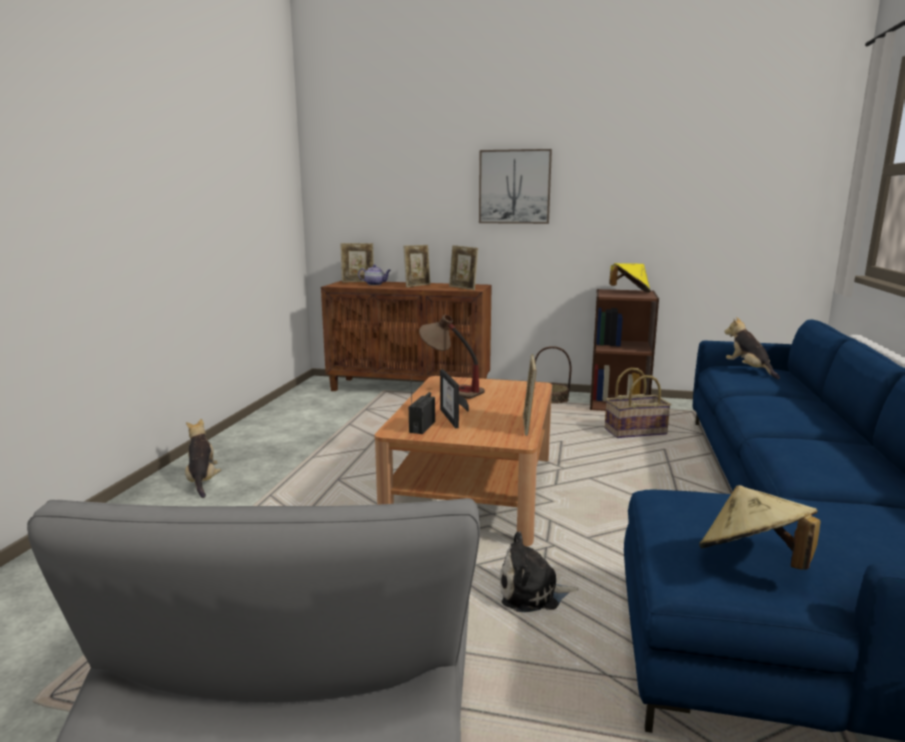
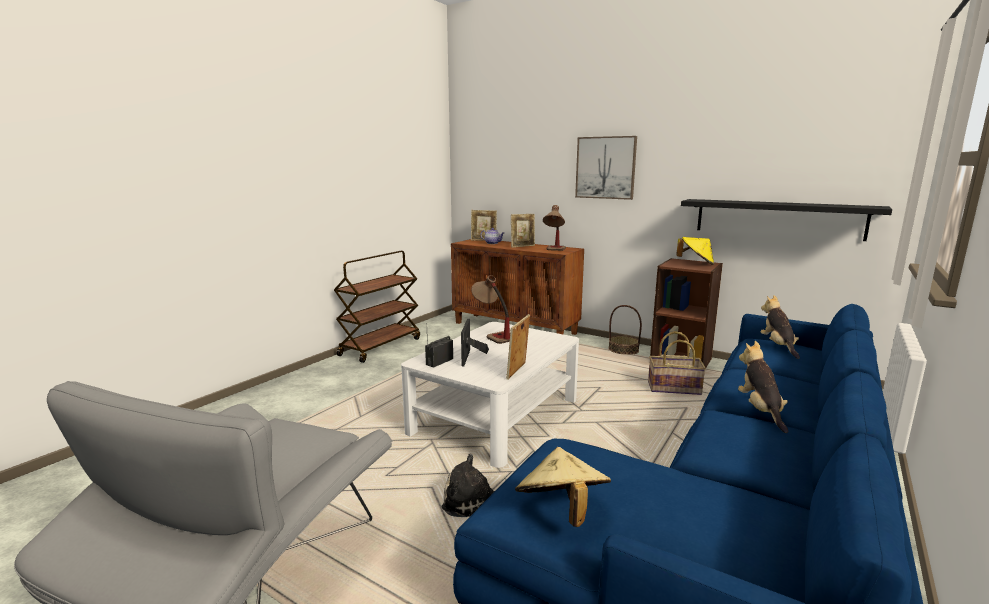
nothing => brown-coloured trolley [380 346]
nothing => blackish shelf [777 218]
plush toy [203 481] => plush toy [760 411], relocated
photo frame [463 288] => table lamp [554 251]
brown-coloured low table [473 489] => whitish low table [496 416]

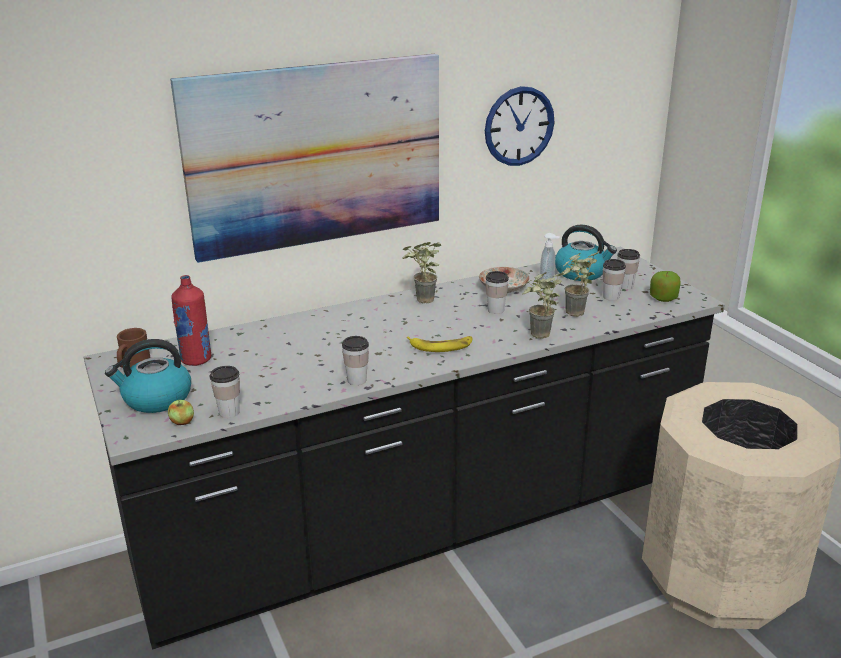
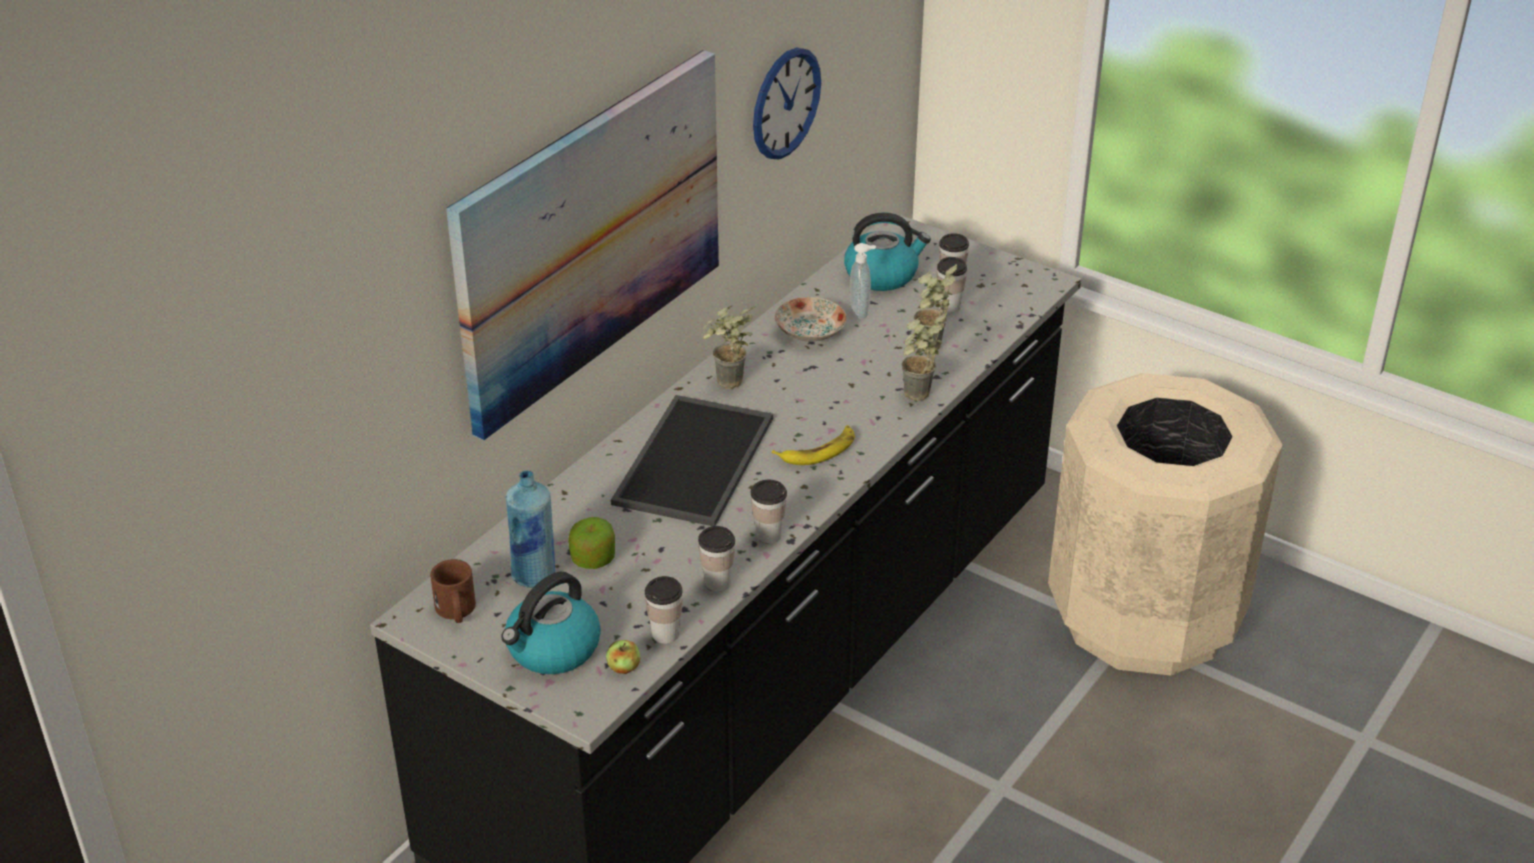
nothing => tray [696 462]
drinking cup [496 310] => drinking cup [717 582], relocated
apple [663 298] => apple [593 559], relocated
red-coloured bottle [196 359] => bluish bottle [534 575]

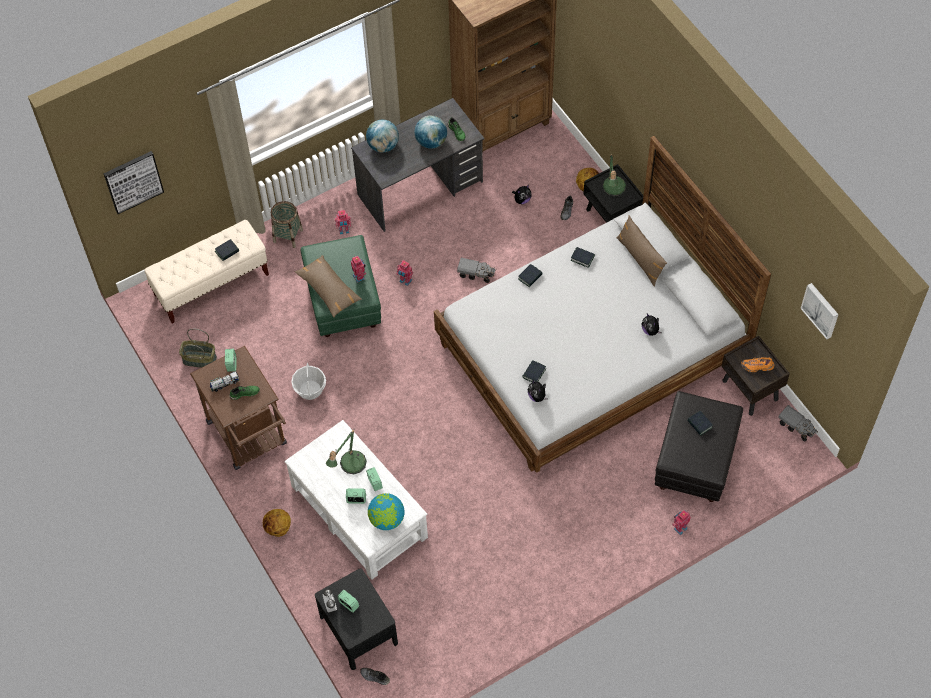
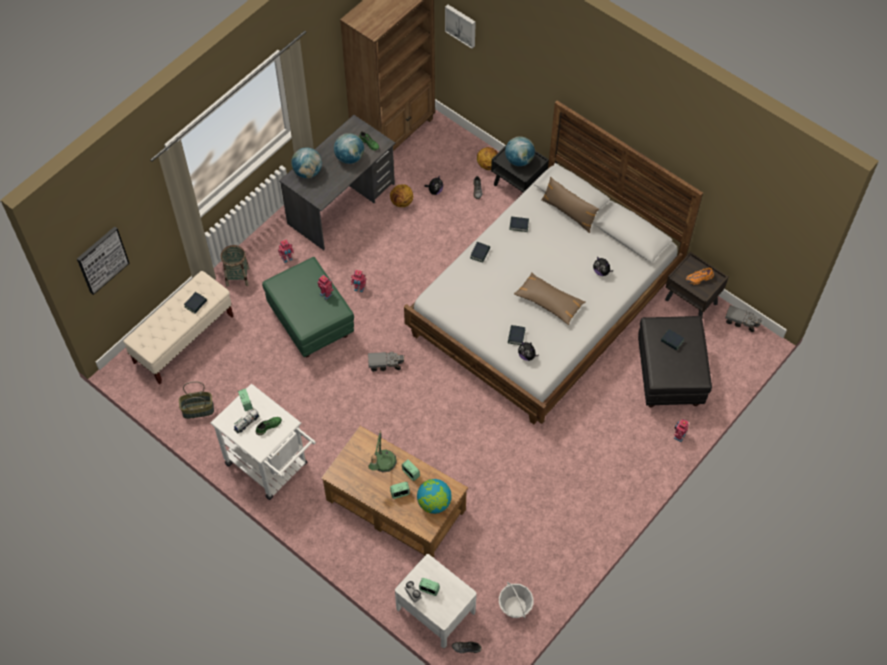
basketball [278 528] => basketball [402 202], relocated
storage basket [310 390] => storage basket [515 606], relocated
brown-coloured throw pillow [328 289] => brown-coloured throw pillow [549 302], relocated
toy truck [476 274] => toy truck [385 364], relocated
picture [821 310] => picture [461 25], relocated
table lamp [613 190] => desk globe [519 160]
brown-coloured trolley [250 438] => whitish trolley [271 467]
whitish low table [359 511] => brown-coloured low table [395 503]
blackish night table [358 630] => whitish night table [435 610]

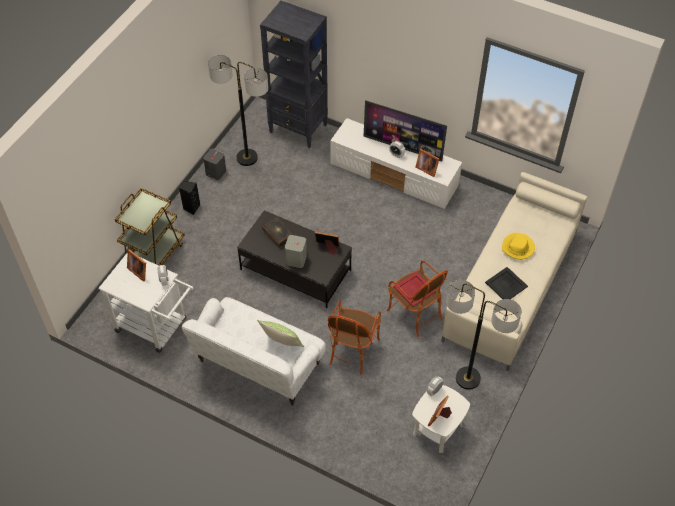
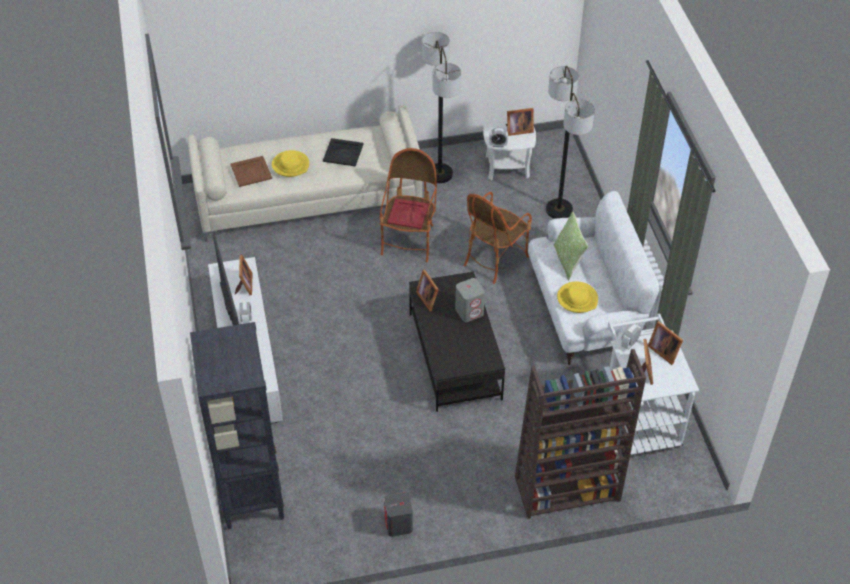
blackish speaker [191 208] => nothing
volume [278 234] => nothing
nothing => brown-coloured tray [251 171]
nothing => yellow-coloured wearable hat [577 299]
nothing => photo frame [663 350]
floor lamp [247 158] => floor lamp [559 210], relocated
brown-coloured trolley [154 255] => brown-coloured bookshelf [566 490]
armchair [352 350] => armchair [495 259], 150 degrees clockwise

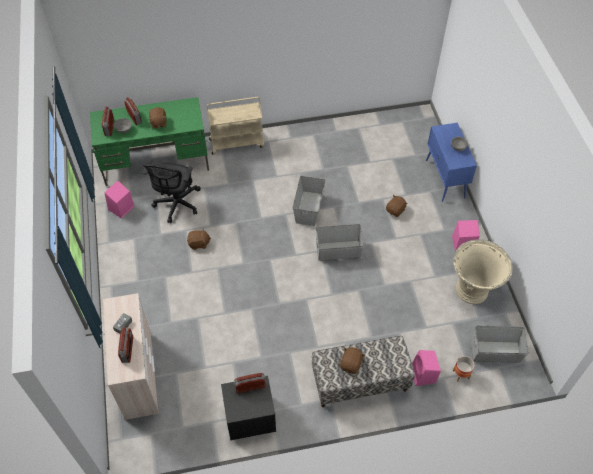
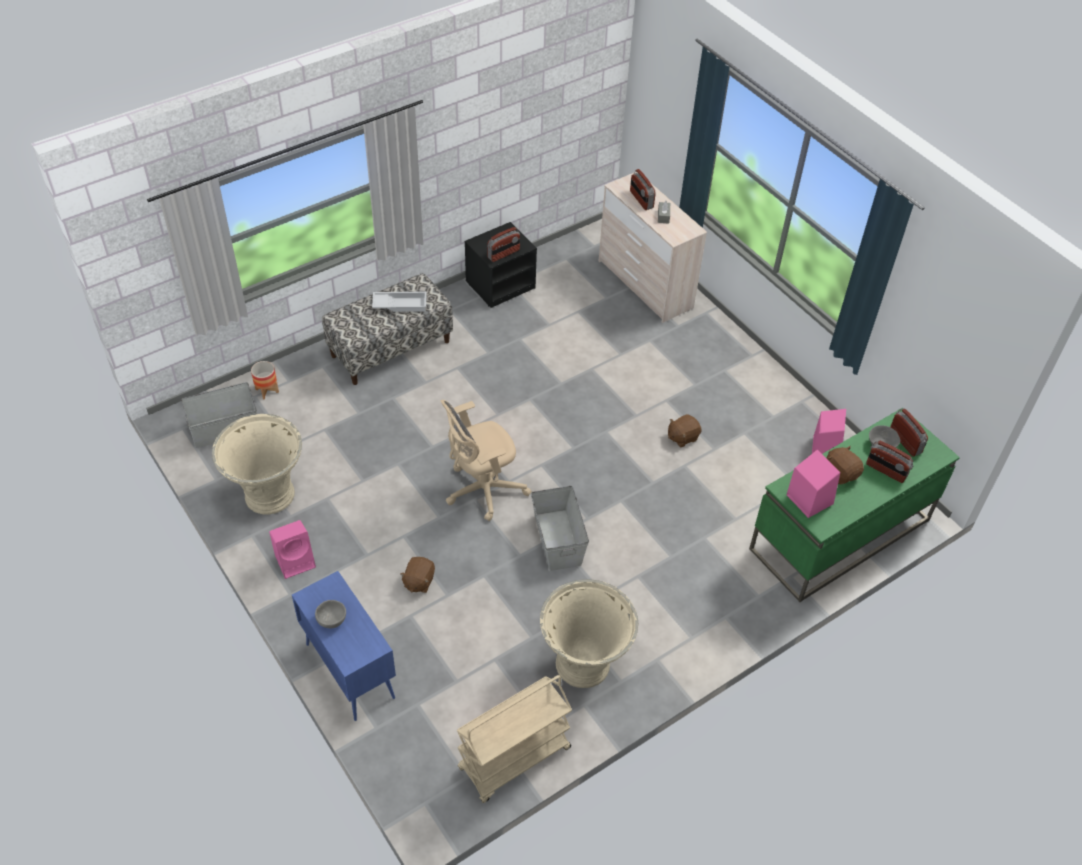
blackish computer chair [176 205] => nothing
nothing => beige flower pot [584 665]
beige trolley [237 142] => beige trolley [514 759], relocated
pink-coloured speaker [423 375] => pink-coloured speaker [808 499], relocated
grey storage container [339 250] => beige computer chair [482 490]
brown-coloured plush toy [351 364] => whitish tray [400 304]

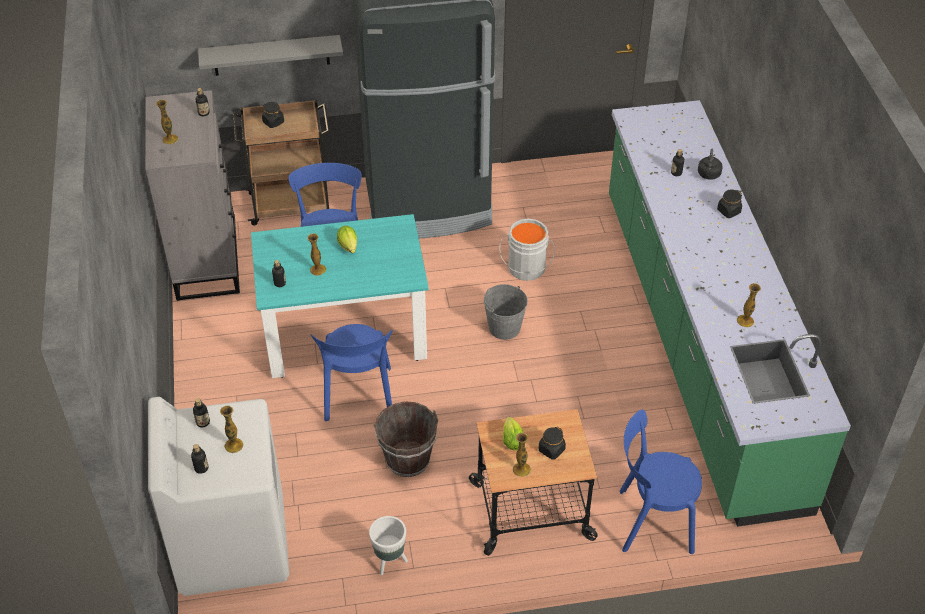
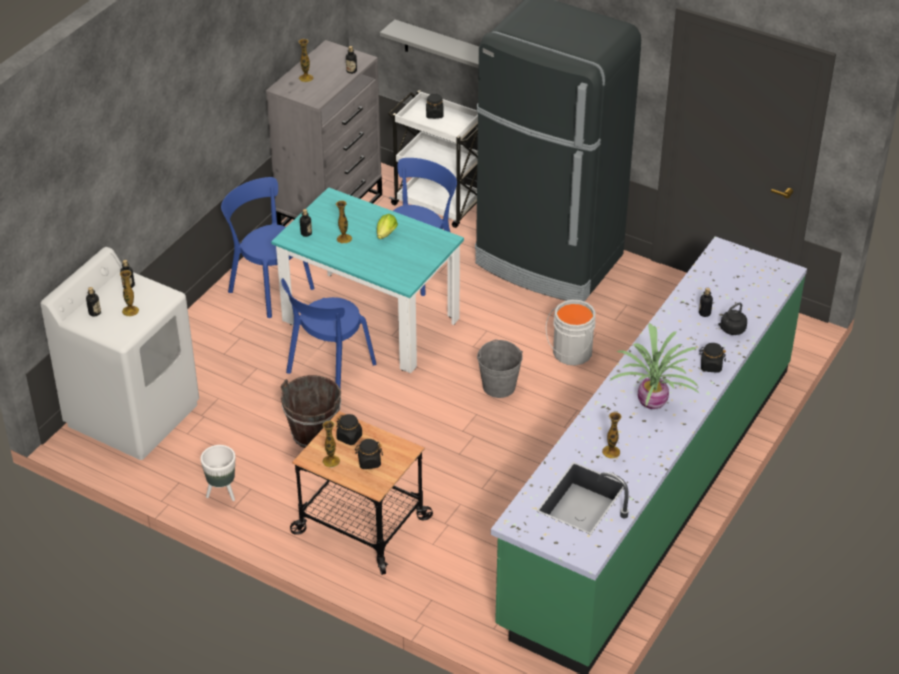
nothing => plant in a pot [653 402]
bluish chair [651 521] => bluish chair [268 288], relocated
lettuce head [512 439] => blackish storage jar [349 437]
brown-coloured trolley [291 205] => whitish trolley [439 204]

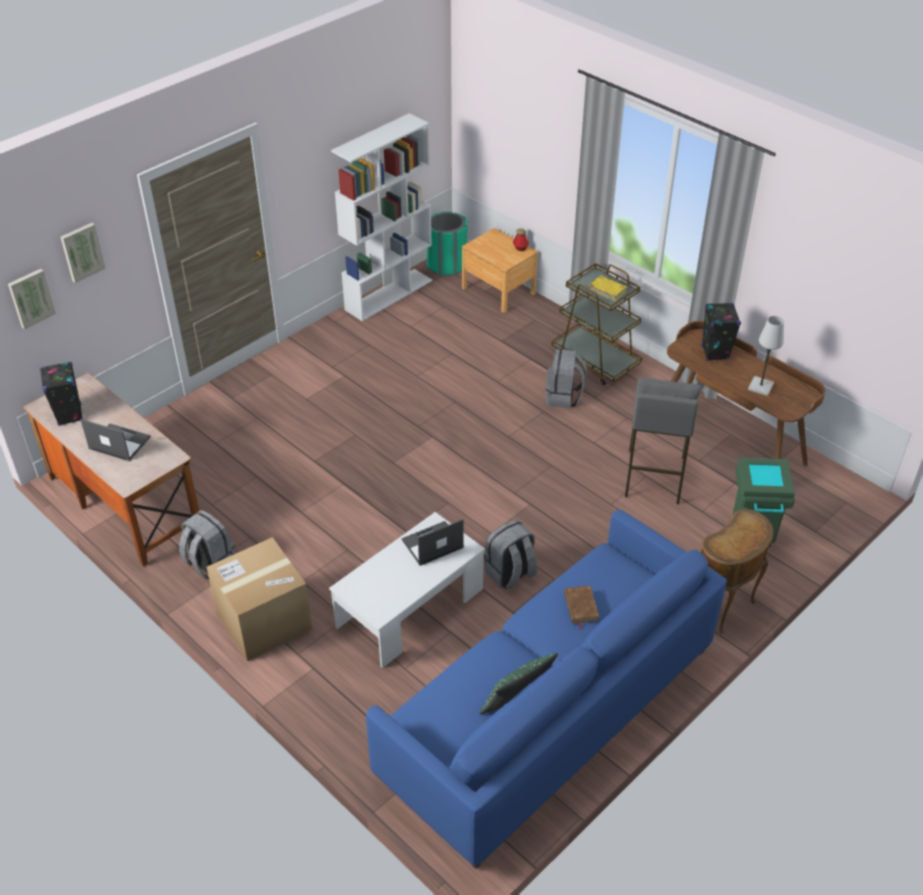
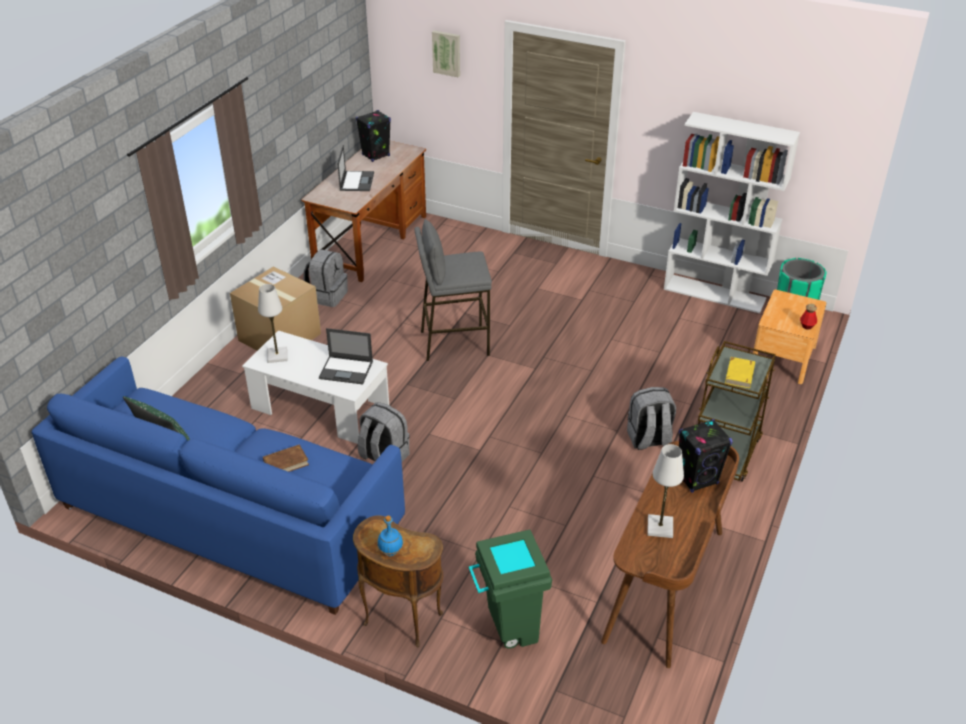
picture [31 298] => nothing
nothing => whitish table lamp [277 355]
nothing => bluish bottle [391 552]
grey stool [653 477] => grey stool [454 342], relocated
portable computer [432 544] => portable computer [347 370], 150 degrees clockwise

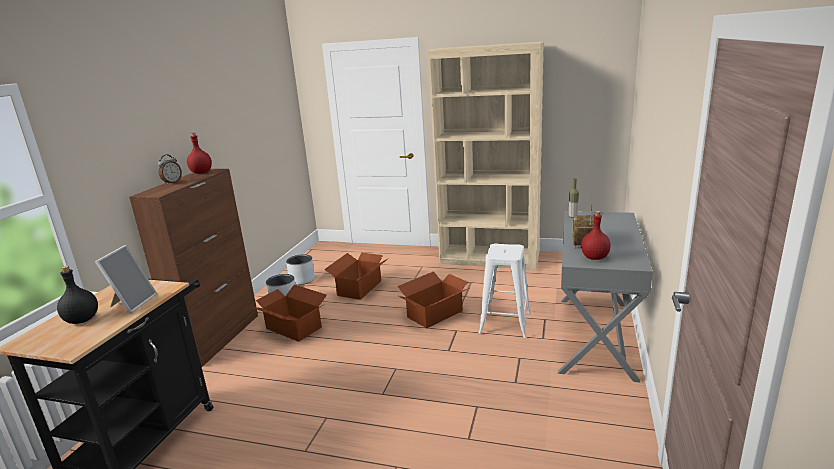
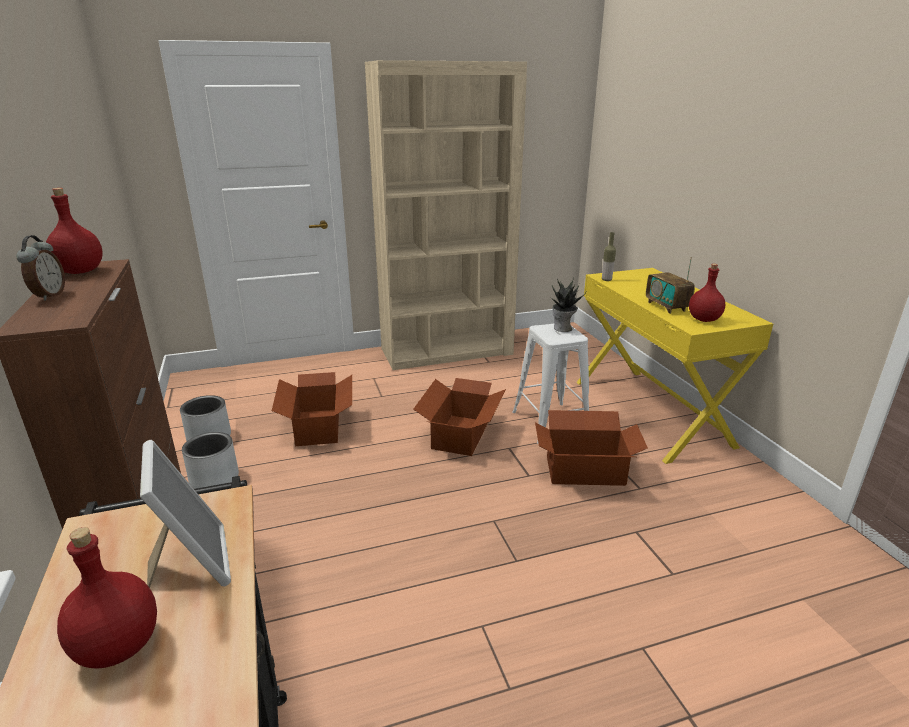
nothing => plant in a pot [563 329]
packing box [294 327] => packing box [584 470], relocated
blackish bottle [83 320] => red-coloured bottle [120 646]
grey desk unit [596 336] => yellow-coloured desk unit [651 412]

